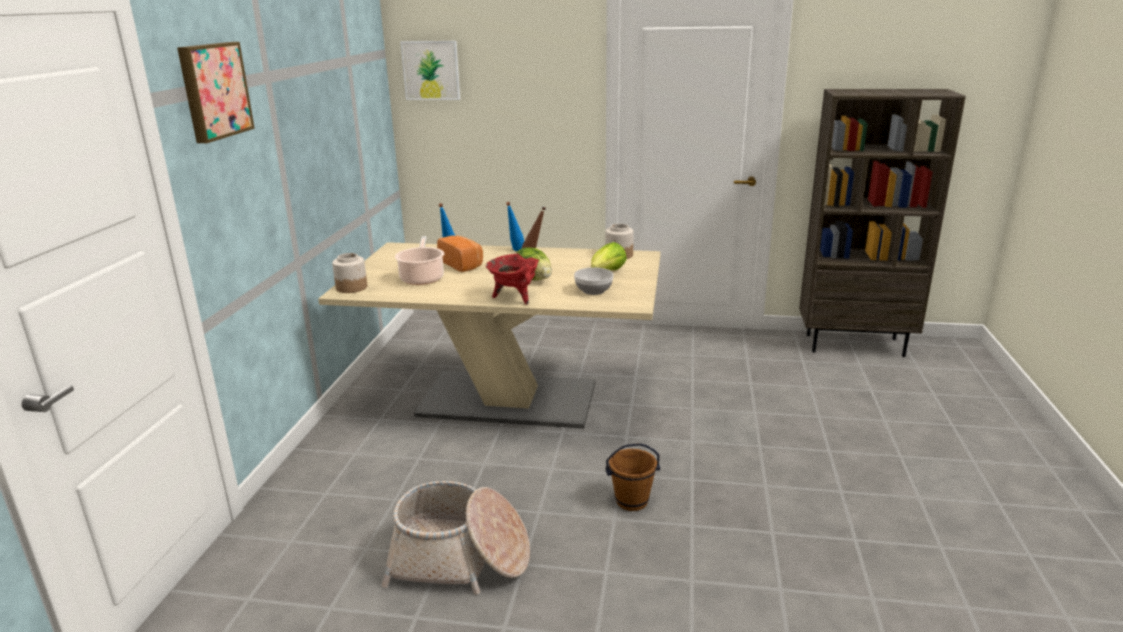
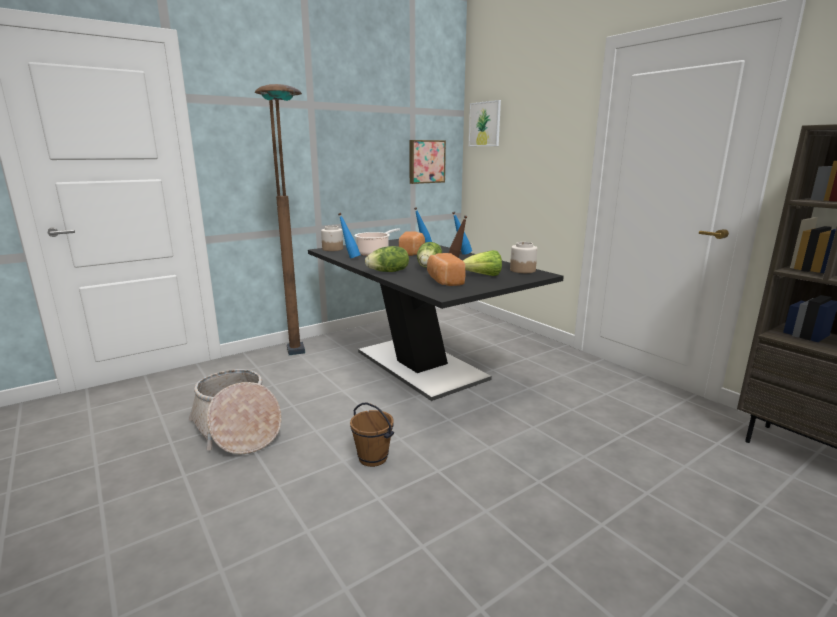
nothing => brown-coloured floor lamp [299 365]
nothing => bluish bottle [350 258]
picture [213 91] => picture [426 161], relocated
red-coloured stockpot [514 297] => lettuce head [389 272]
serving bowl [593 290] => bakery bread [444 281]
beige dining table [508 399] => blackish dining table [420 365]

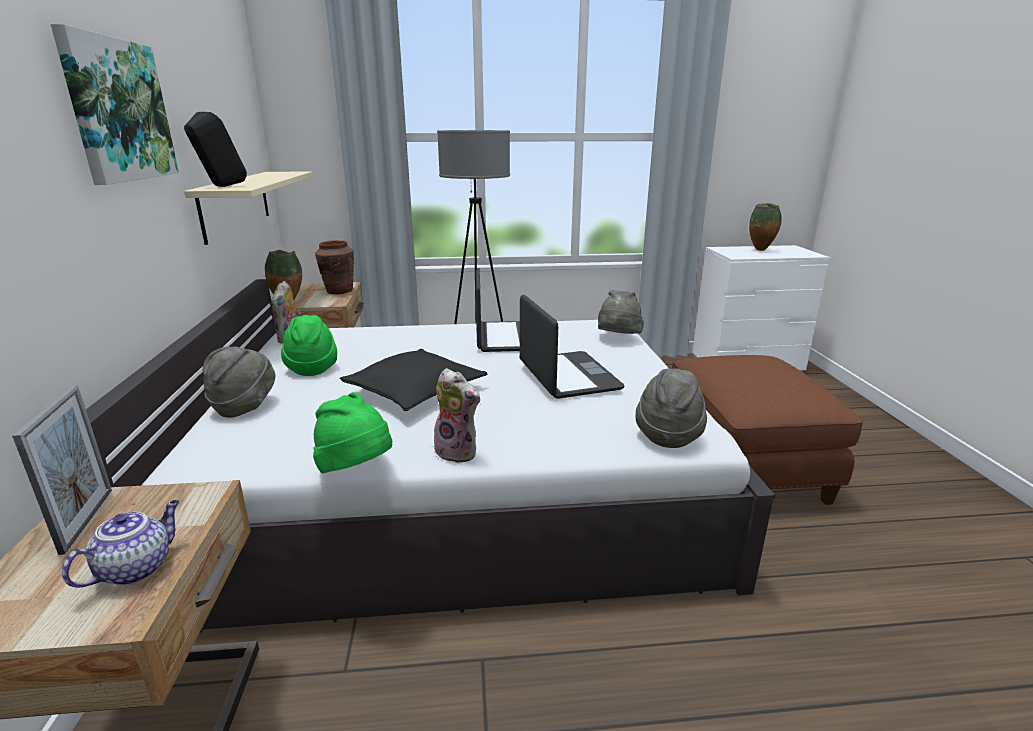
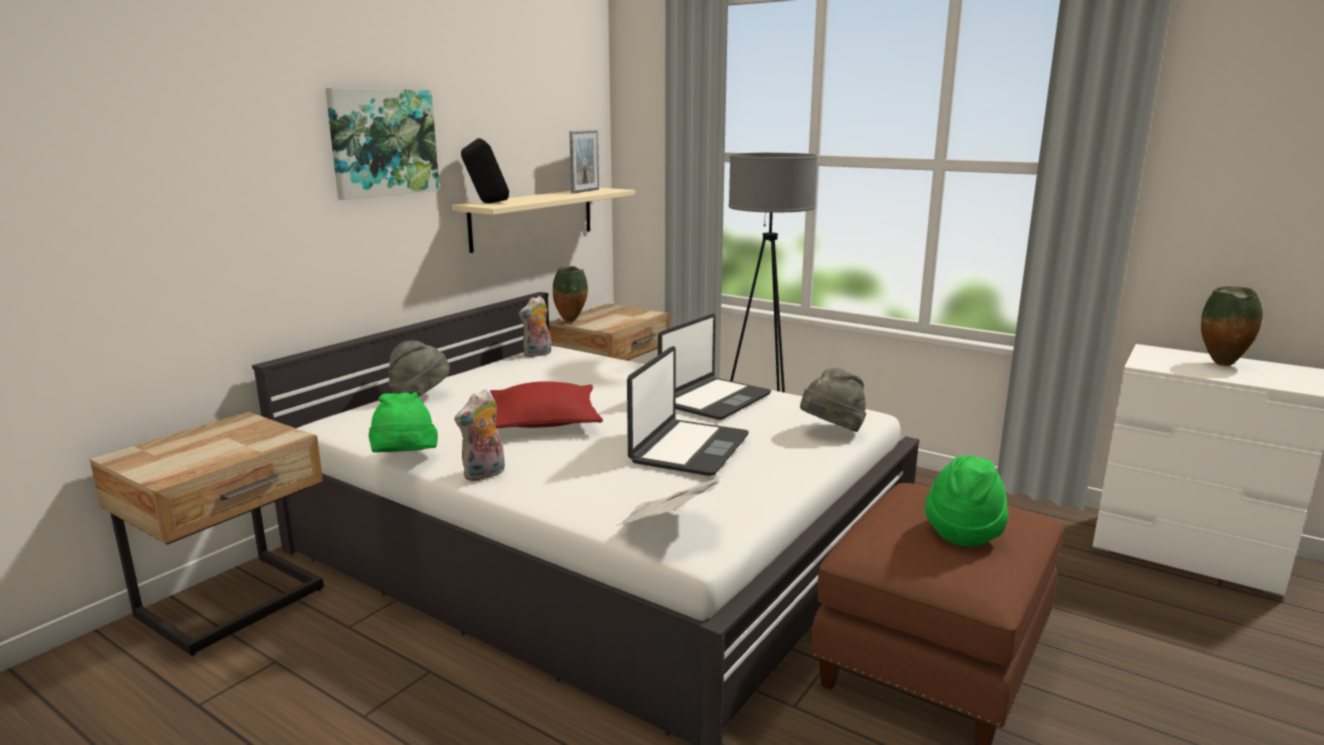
teapot [137 568] => nothing
brown-coloured flower vase [339 291] => nothing
photo frame [87 520] => photo frame [585 191], relocated
green wearable hat [312 368] => green wearable hat [963 531], relocated
grey wearable hat [668 434] => daily paper [668 527]
blackish throw pillow [415 391] => red-coloured throw pillow [544 421]
plush toy [459 452] => plush toy [484 474], 60 degrees clockwise

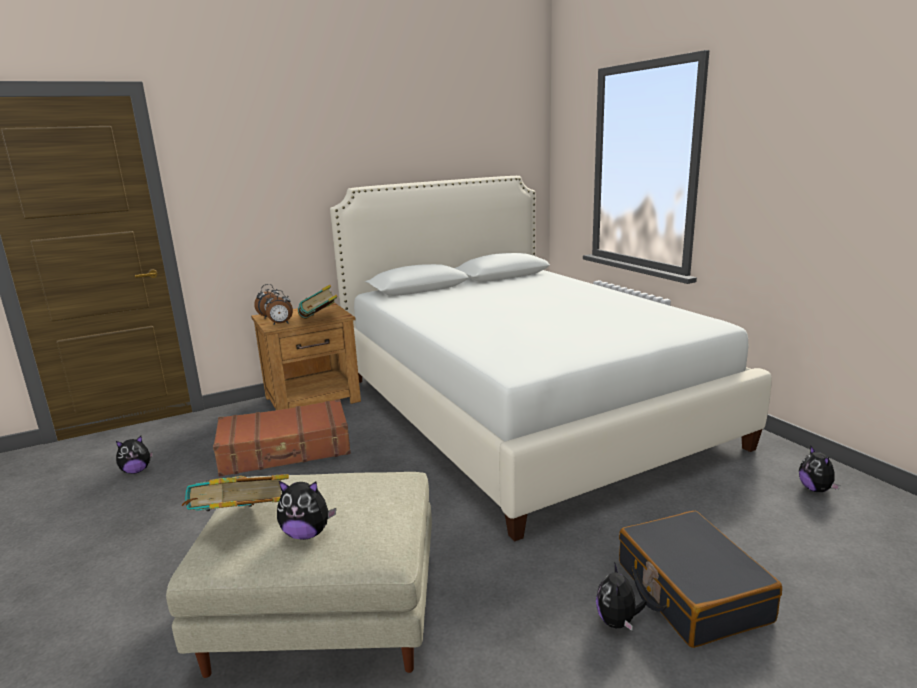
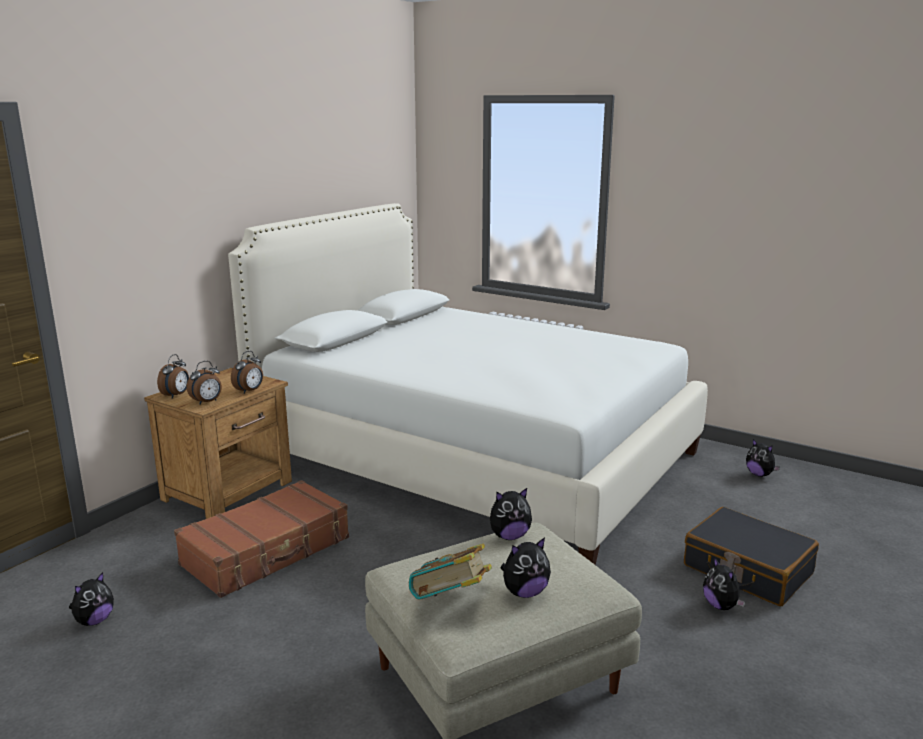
nothing => plush toy [509 536]
volume [319 320] => bedside clock [249 391]

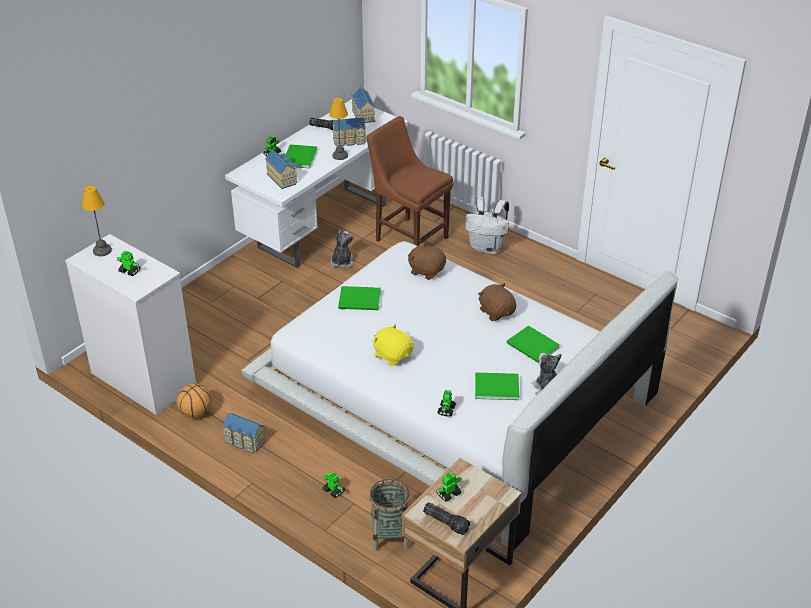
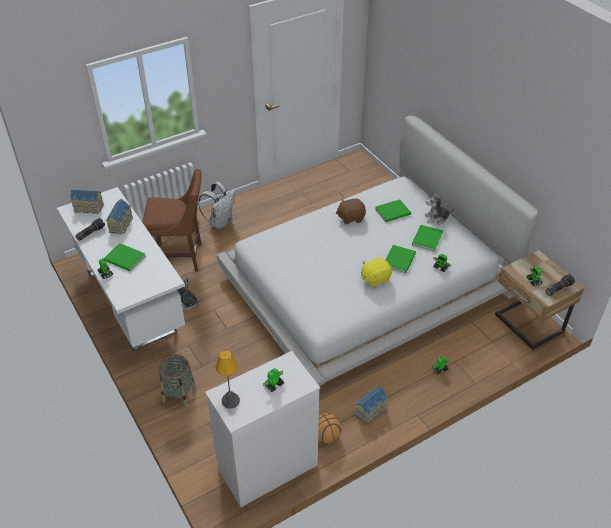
miniature house [282 178] => nothing
table lamp [339 155] => nothing
brown-coloured plush toy [426 271] => nothing
green volume [361 300] => green volume [400 259], relocated
storage basket [389 536] => storage basket [179 394], relocated
brown-coloured chair [409 237] => brown-coloured chair [181 258], 150 degrees counterclockwise

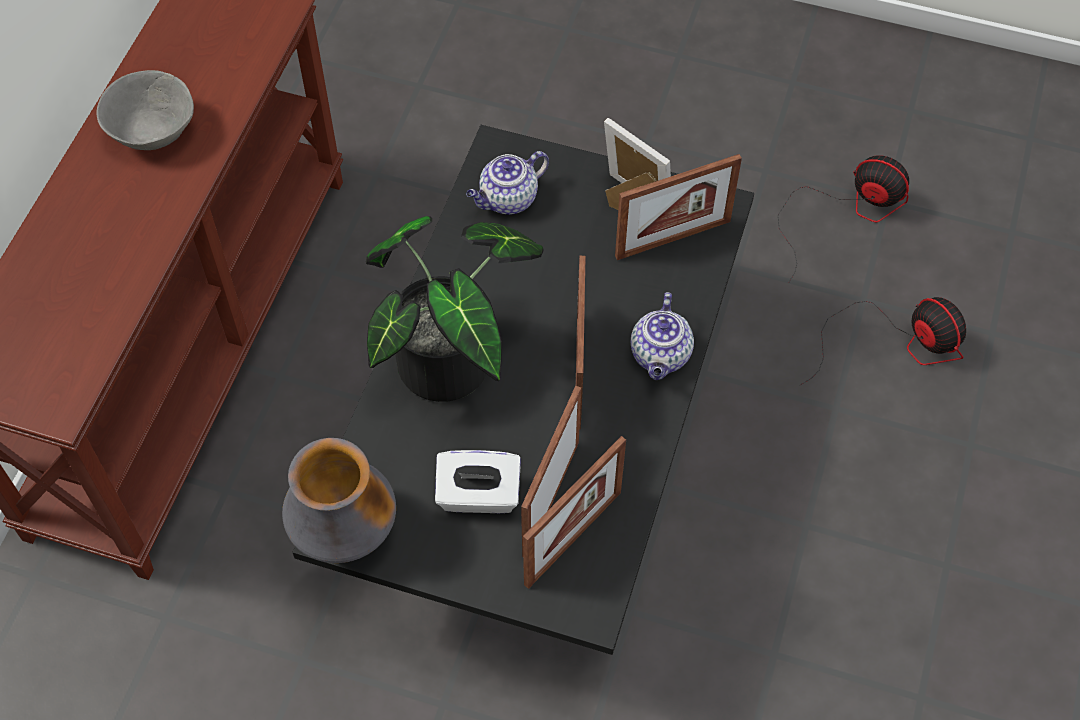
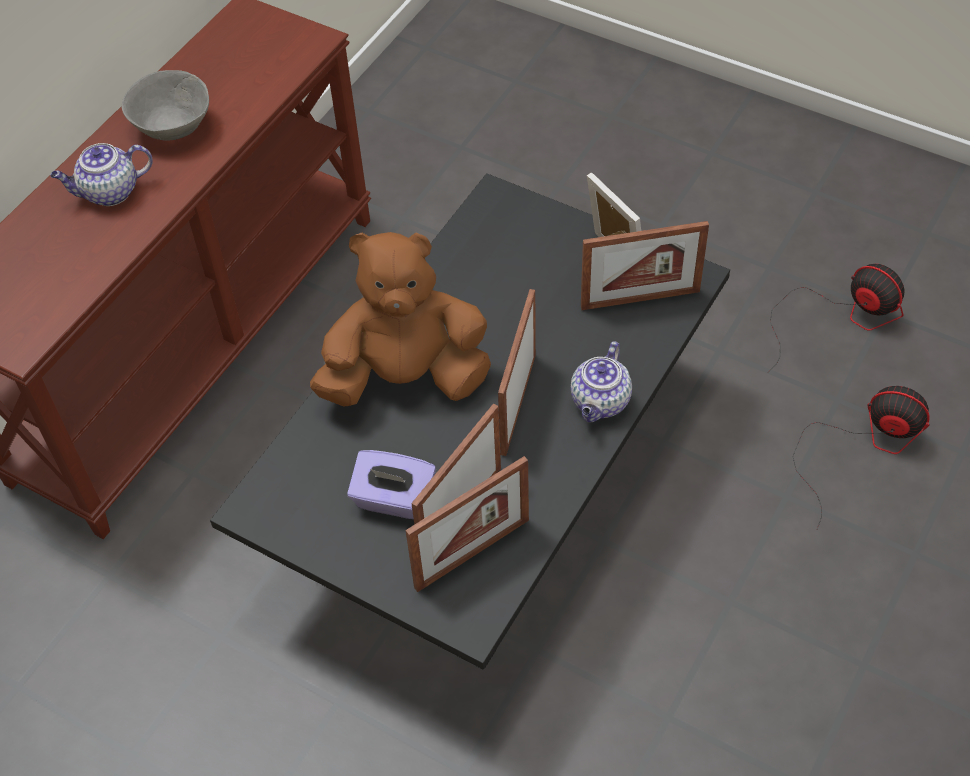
flower vase [345 532] => nothing
teapot [508 200] => teapot [109 192], relocated
plant in a pot [456 362] => brown-coloured plush toy [406 377]
whitish tissue holder [478 496] => purple-coloured tissue holder [394 500]
electric fan [898 343] => electric fan [863 445], 45 degrees counterclockwise

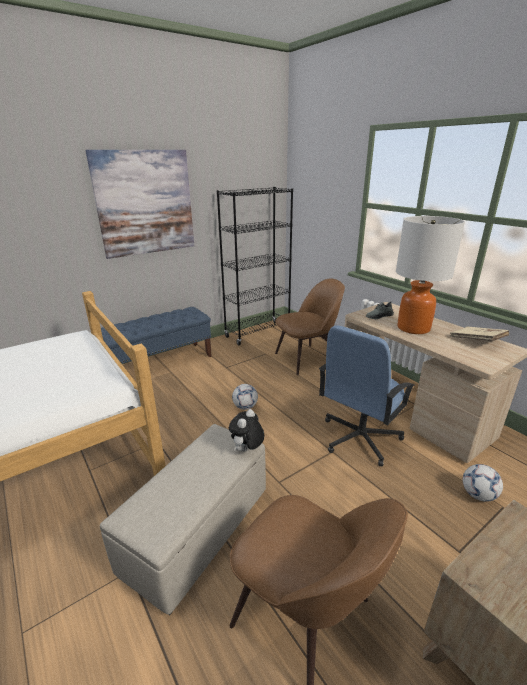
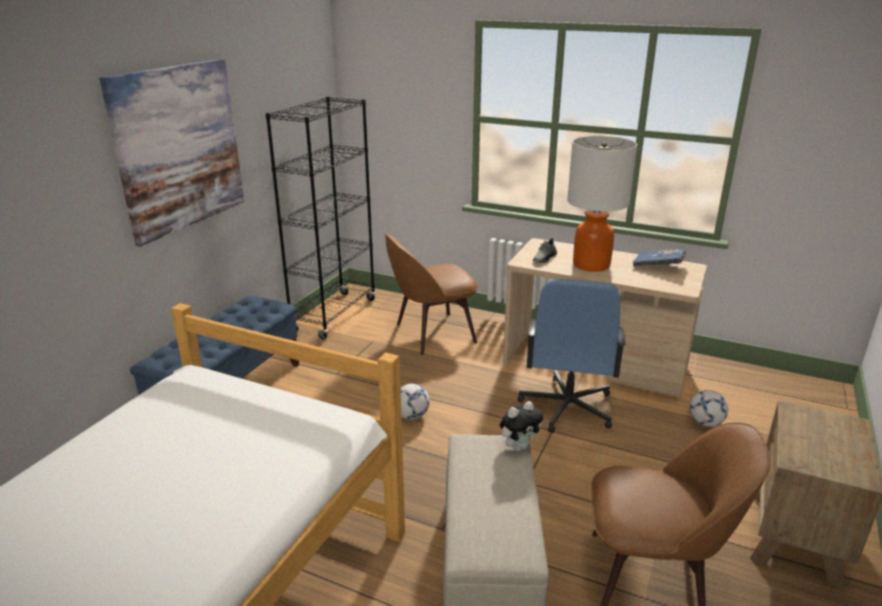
beige volume [477 341] => bluish volume [658 266]
plush toy [247 450] => plush toy [519 446], 120 degrees counterclockwise
brown-coloured chair [306 358] => brown-coloured chair [432 334], 150 degrees counterclockwise

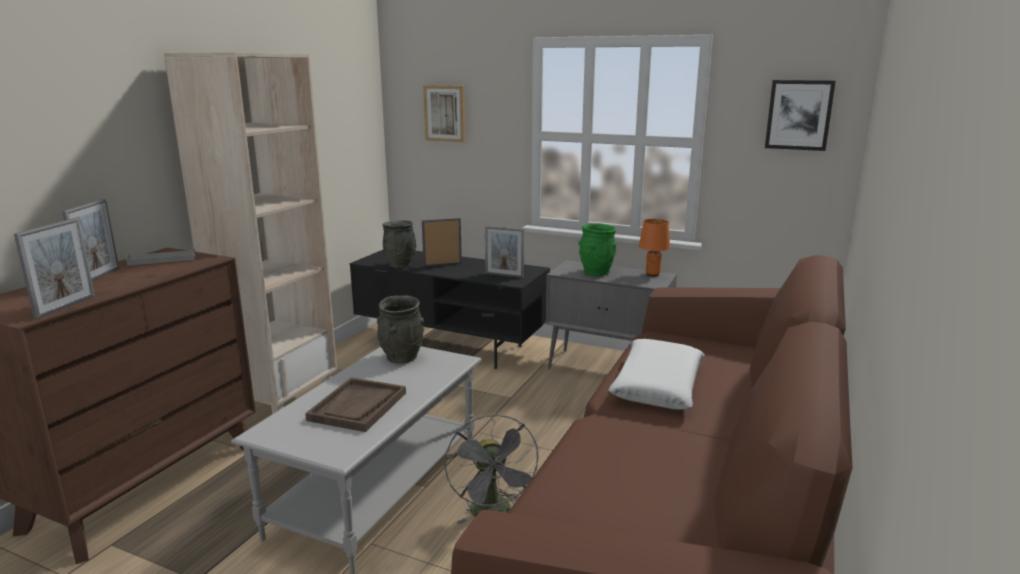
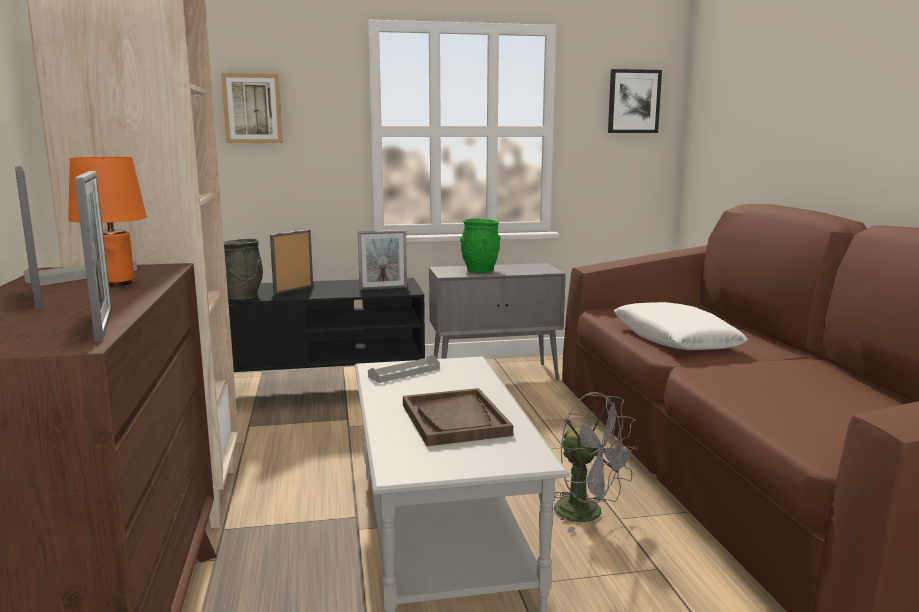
orangey table lamp [653 274] => orangey table lamp [117 283], relocated
grey flower vase [401 357] => grey tray [404 373]

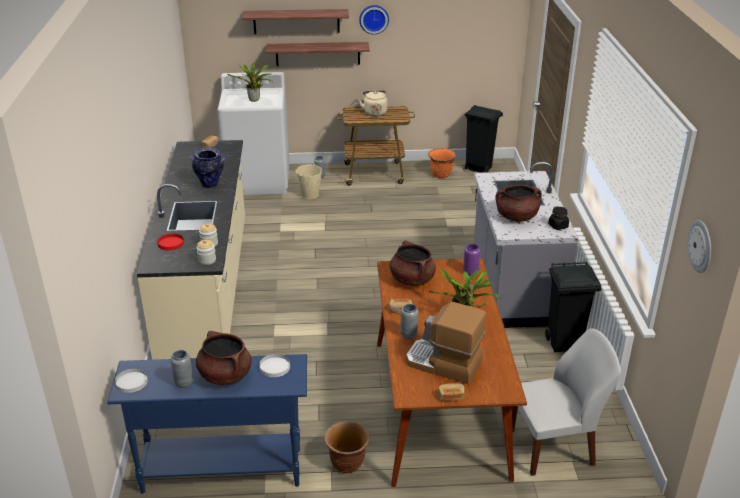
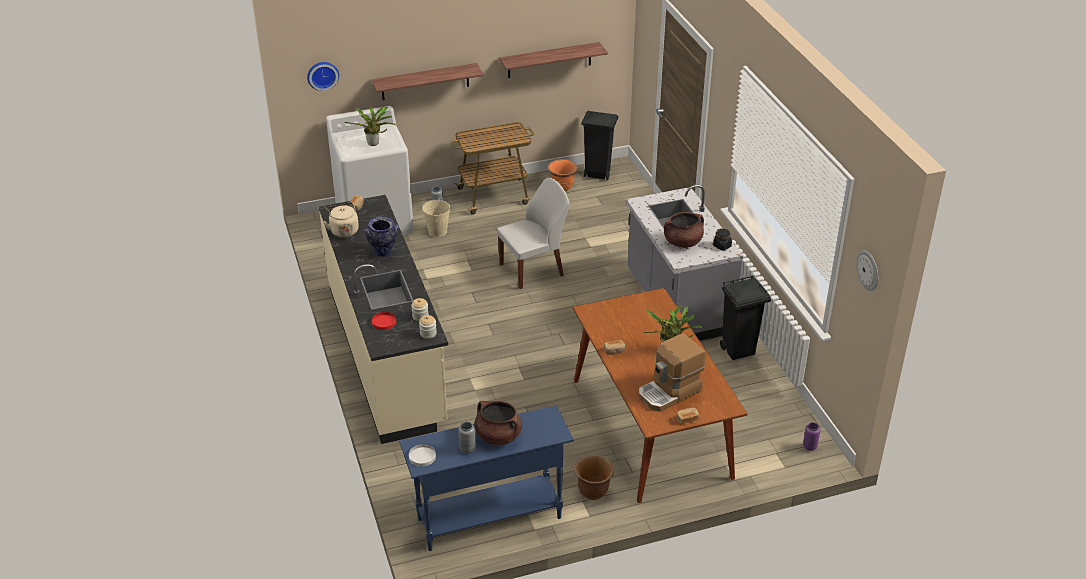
whitish plate [275 367] => nothing
brown-coloured stockpot [411 279] => nothing
grey flower vase [408 335] => nothing
shelf [296 21] => shelf [549 60], relocated
clock on the wall [374 18] => clock on the wall [322 75], relocated
beige kettle [374 112] => beige kettle [343 230], relocated
purple-coloured flower vase [470 272] => purple-coloured flower vase [809 447], relocated
whitish chair [553 447] => whitish chair [533 269], relocated
coffee maker [443 363] => coffee maker [669 392], 45 degrees counterclockwise

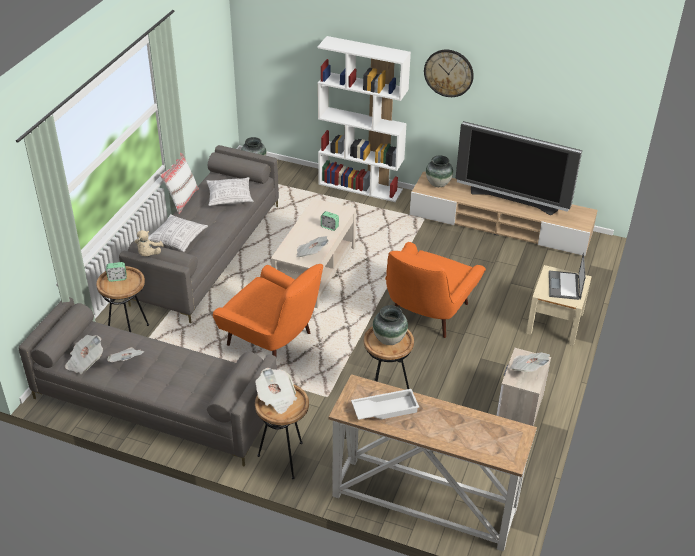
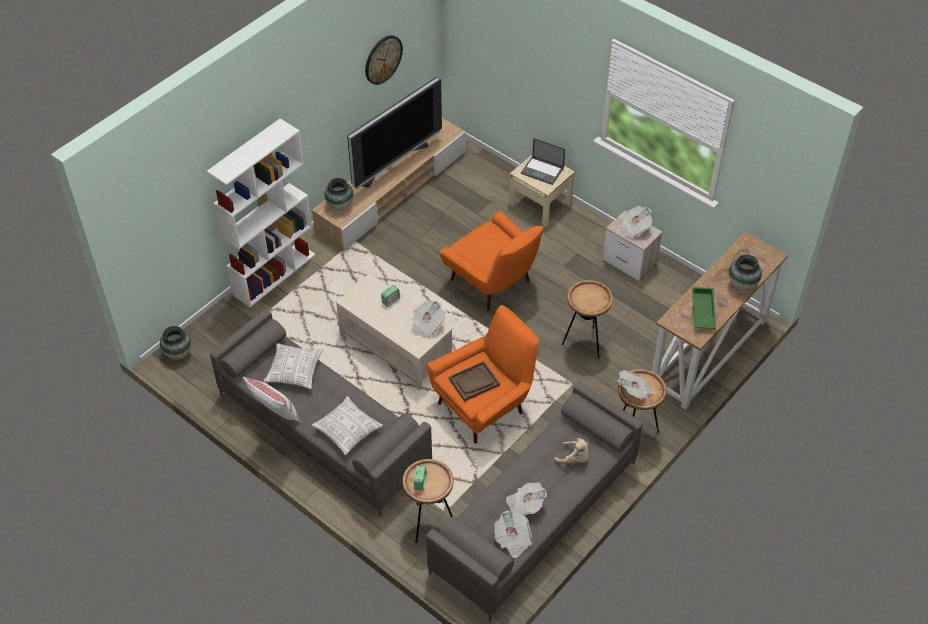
nothing => brown-coloured tray [474 382]
beige plush toy [148 254] => beige plush toy [574 459], relocated
flower vase [389 339] => flower vase [741 284], relocated
clock on the wall [448 73] => clock on the wall [383 59], relocated
whitish tray [385 408] => green tray [702 311]

